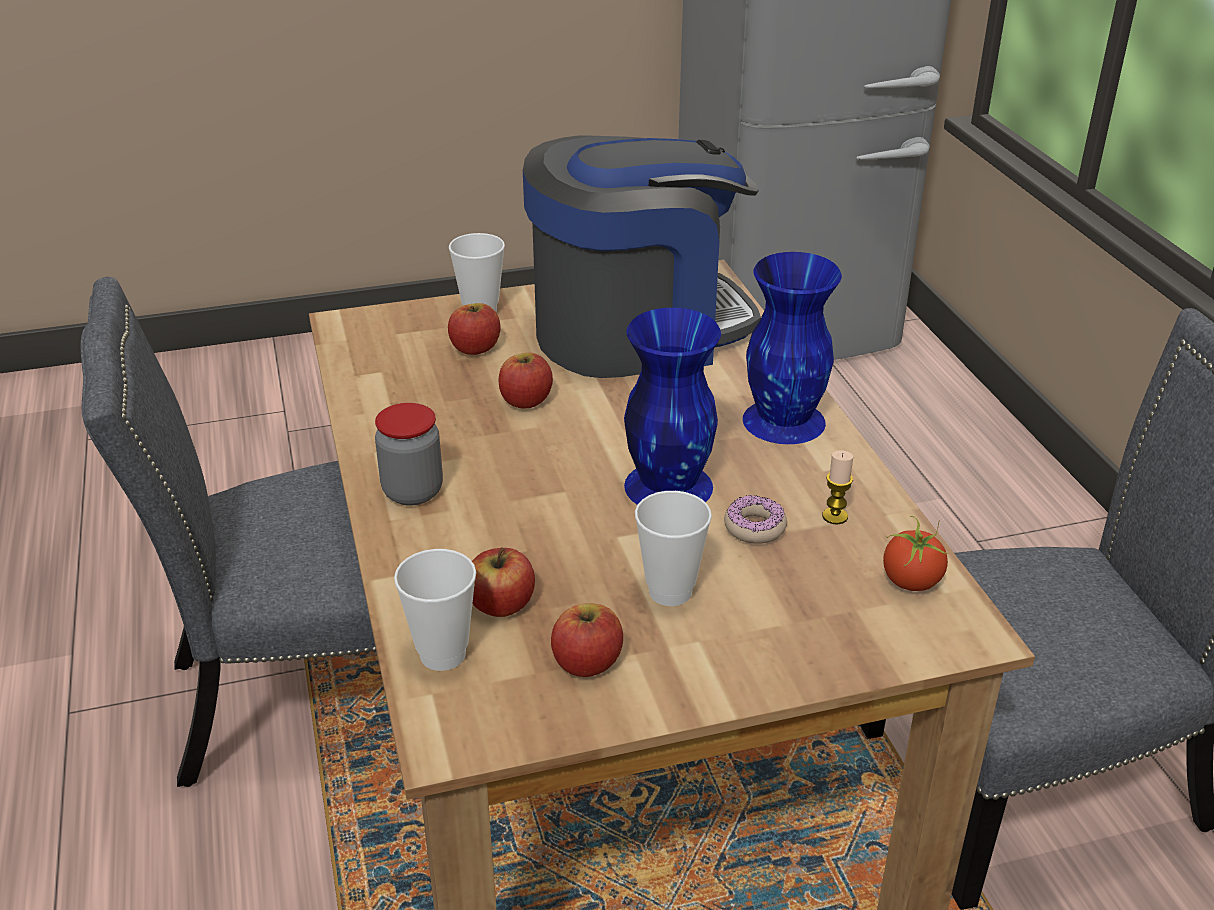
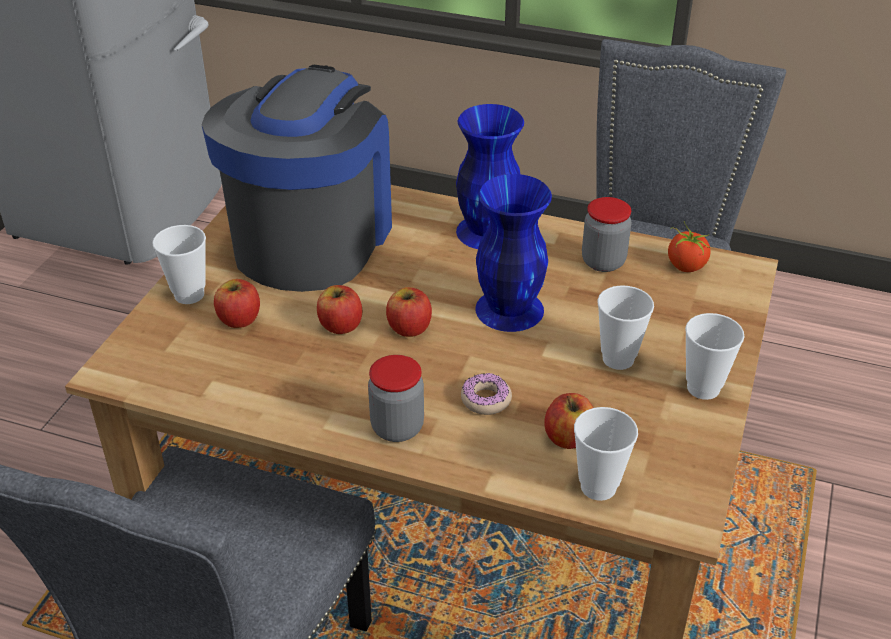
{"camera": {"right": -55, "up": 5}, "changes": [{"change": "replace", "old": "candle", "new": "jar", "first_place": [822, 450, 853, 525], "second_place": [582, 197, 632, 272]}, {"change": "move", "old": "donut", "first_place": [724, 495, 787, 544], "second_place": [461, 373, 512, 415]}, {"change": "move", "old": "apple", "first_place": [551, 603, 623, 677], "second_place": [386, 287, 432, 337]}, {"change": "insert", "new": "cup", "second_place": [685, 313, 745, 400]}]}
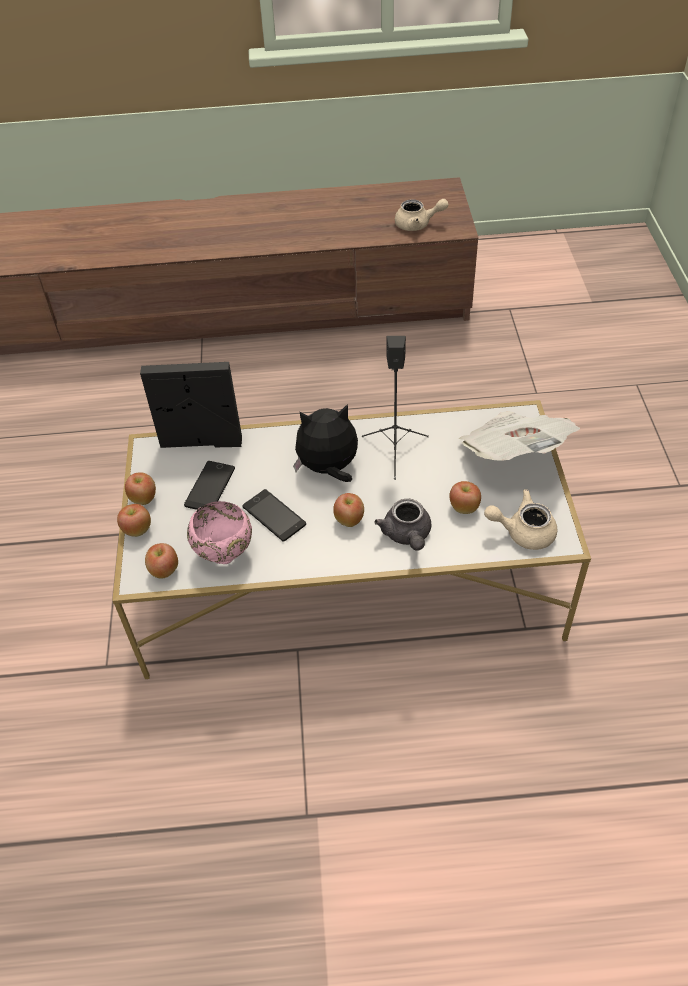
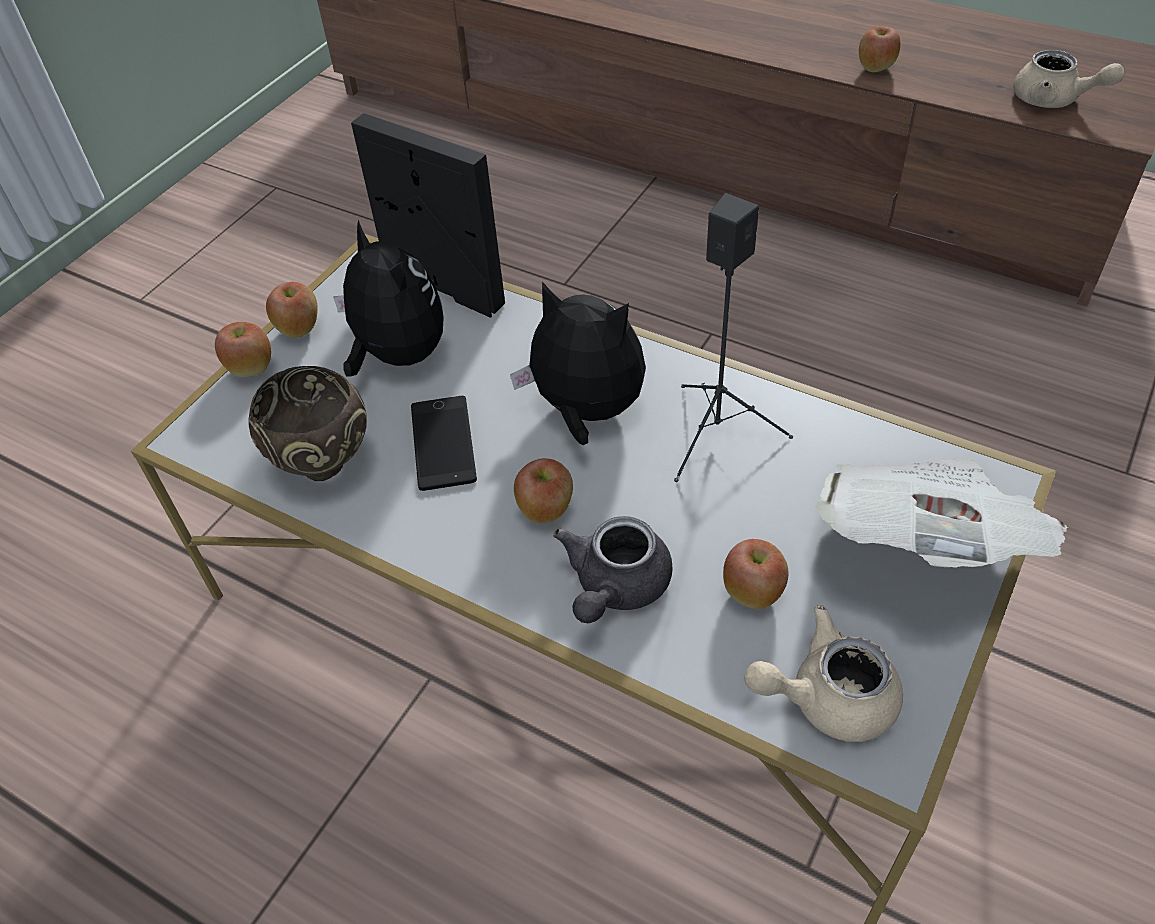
{"camera": {"right": 35, "up": 0}, "changes": [{"change": "replace", "old": "phone", "new": "plush toy", "first_place": [184, 461, 235, 510], "second_place": [333, 220, 444, 377]}, {"change": "rotate", "old": "teapot/beige", "first_place": [484, 489, 557, 550], "second_place": [745, 605, 903, 742], "degrees": -45}, {"change": "recolor", "old": "bowl/pink", "new": "bowl/brown", "first_place": [187, 501, 252, 564], "second_place": [248, 366, 367, 481]}, {"change": "move", "old": "apple", "first_place": [145, 543, 178, 578], "second_place": [859, 26, 900, 72]}]}
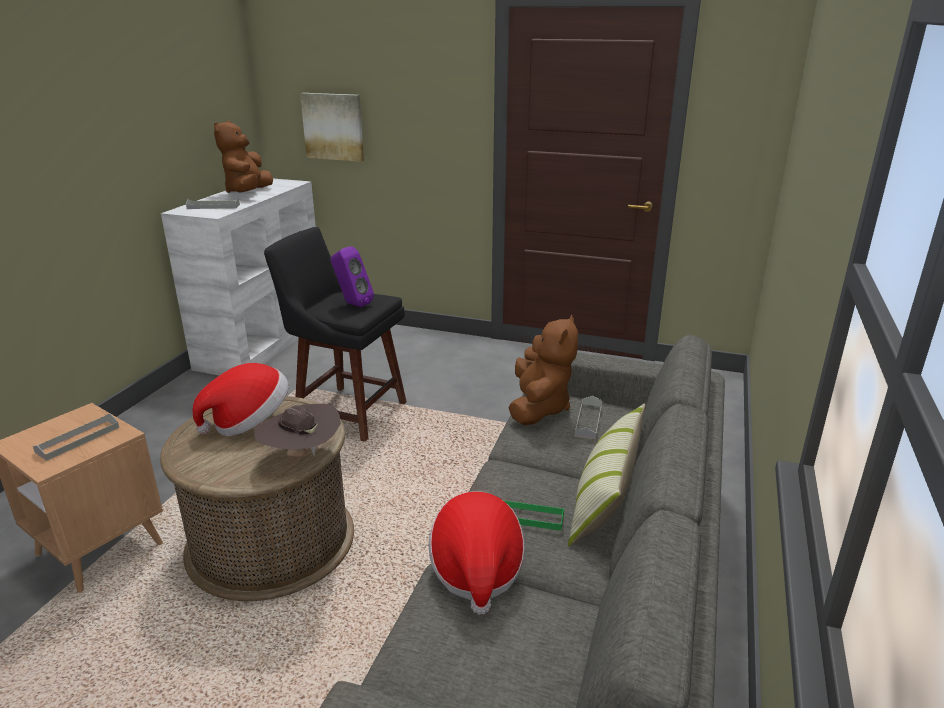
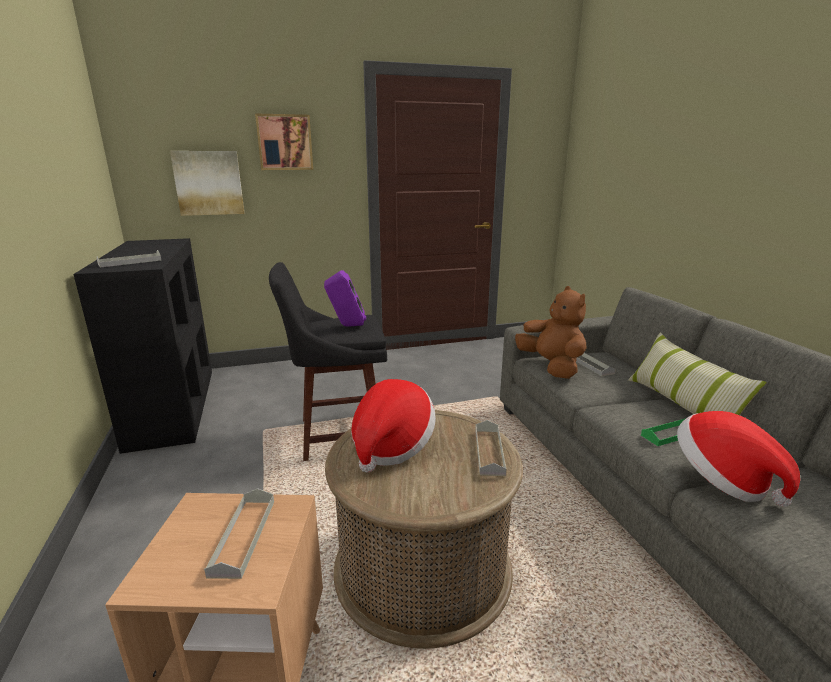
{"camera": {"right": -35, "up": -5}, "changes": [{"change": "delete", "old": "plush toy/brown", "first_place": [214, 121, 273, 193]}, {"change": "recolor", "old": "bookcase/white", "new": "bookcase/black", "first_place": [161, 179, 316, 375], "second_place": [73, 238, 212, 454]}, {"change": "replace", "old": "hat/brown", "new": "tray/grey", "first_place": [254, 404, 341, 457], "second_place": [475, 420, 507, 476]}, {"change": "insert", "new": "picture", "second_place": [255, 113, 313, 170]}]}
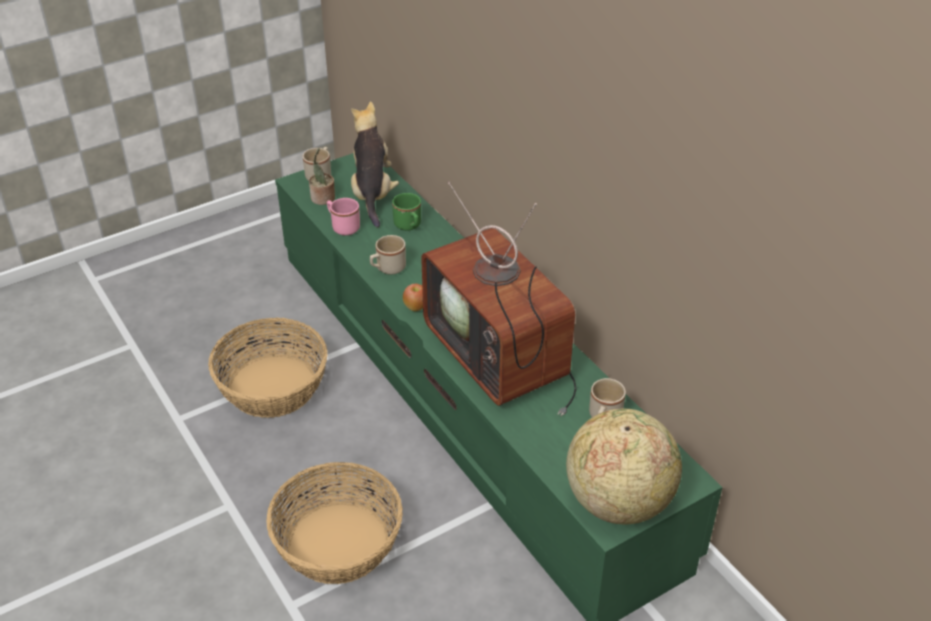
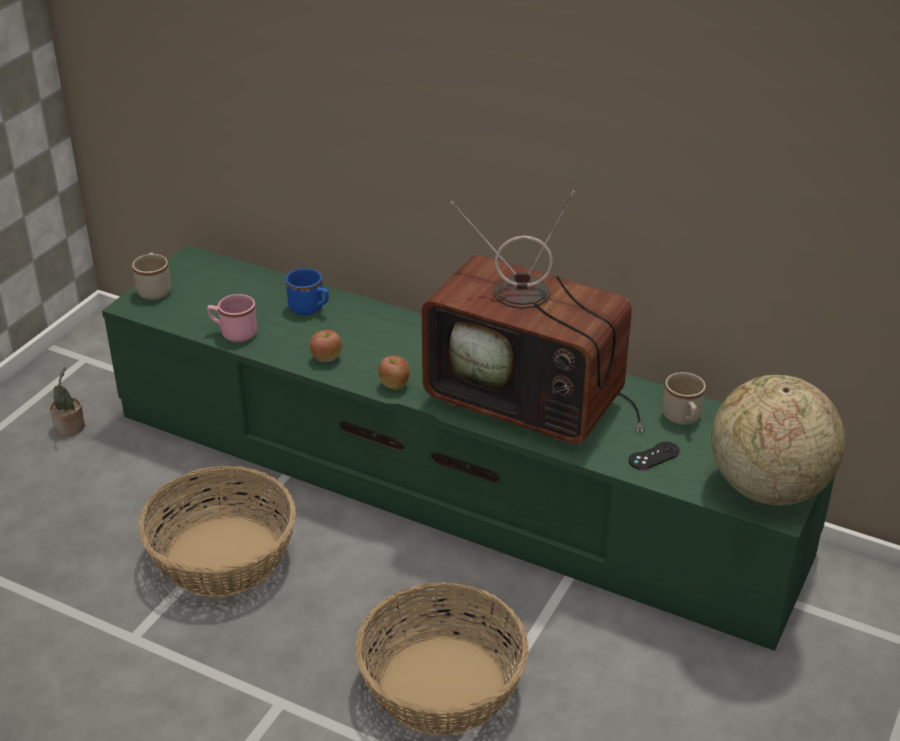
{"camera": {"right": -30, "up": -5}, "changes": [{"change": "delete", "old": "plush toy", "first_place": [351, 101, 399, 227]}, {"change": "move", "old": "potted plant", "first_place": [309, 148, 335, 205], "second_place": [50, 367, 85, 436]}, {"change": "recolor", "old": "mug/green", "new": "mug/blue", "first_place": [392, 193, 421, 231], "second_place": [286, 268, 329, 315]}, {"change": "replace", "old": "mug/beige", "new": "apple", "first_place": [370, 235, 406, 275], "second_place": [310, 330, 342, 362]}, {"change": "insert", "new": "game controller/black", "second_place": [629, 442, 680, 470]}]}
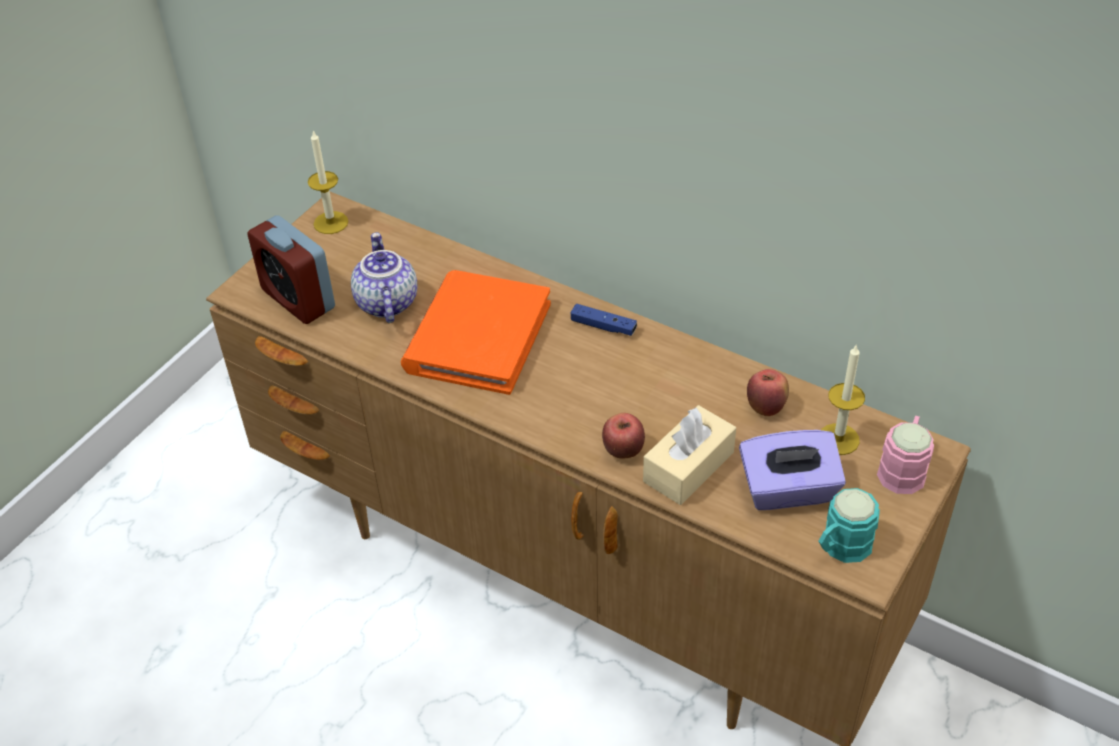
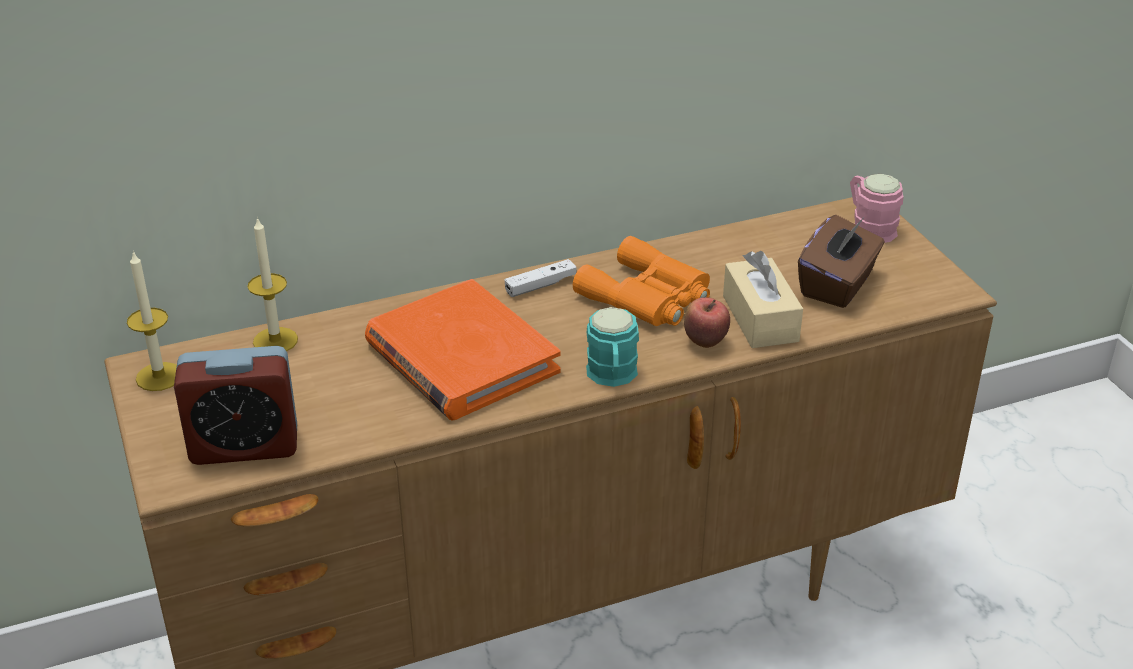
{"camera": {"right": -55, "up": -10}, "changes": [{"change": "delete", "old": "teapot", "first_place": [351, 232, 417, 323]}, {"change": "recolor", "old": "game controller/blue", "new": "game controller/white", "first_place": [570, 304, 637, 336], "second_place": [504, 259, 577, 297]}, {"change": "move", "old": "candle", "first_place": [821, 344, 865, 455], "second_place": [247, 217, 298, 351]}, {"change": "delete", "old": "apple", "first_place": [747, 369, 789, 416]}, {"change": "recolor", "old": "tissue box/purple", "new": "tissue box/brown", "first_place": [739, 430, 846, 510], "second_place": [798, 215, 884, 308]}, {"change": "move", "old": "mug/turquoise", "first_place": [818, 488, 880, 563], "second_place": [586, 307, 639, 387]}, {"change": "insert", "new": "binoculars/orange", "second_place": [573, 236, 710, 326]}]}
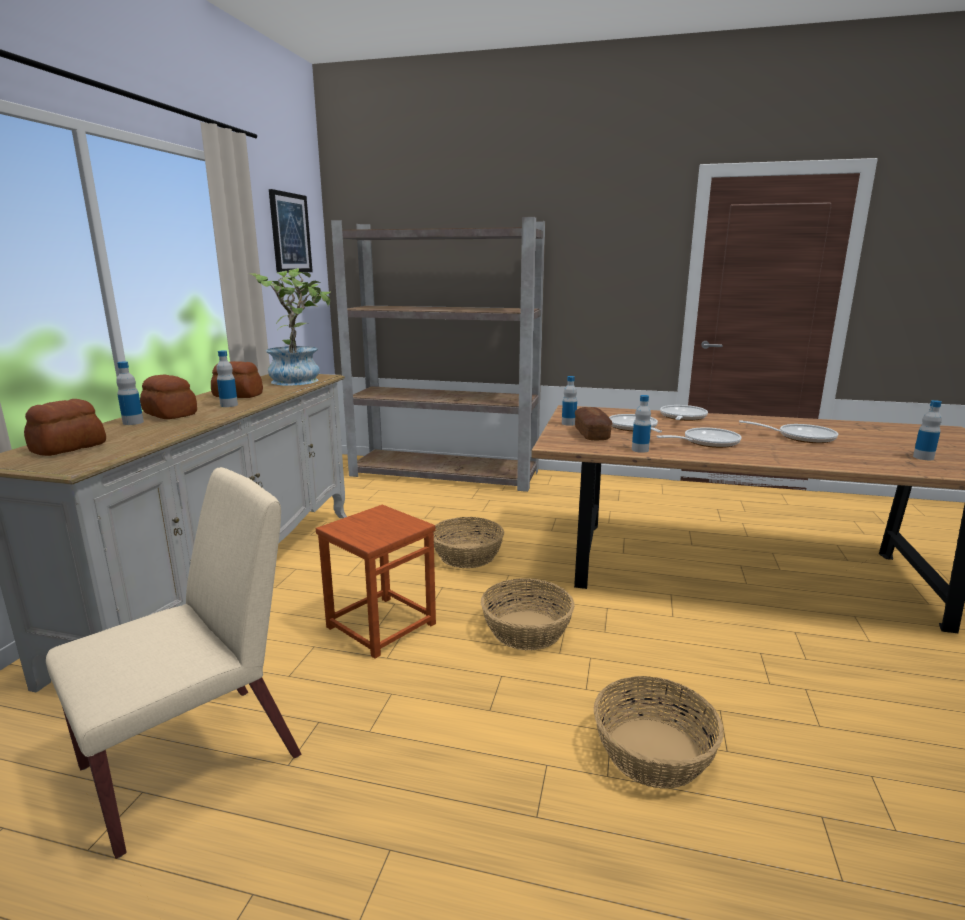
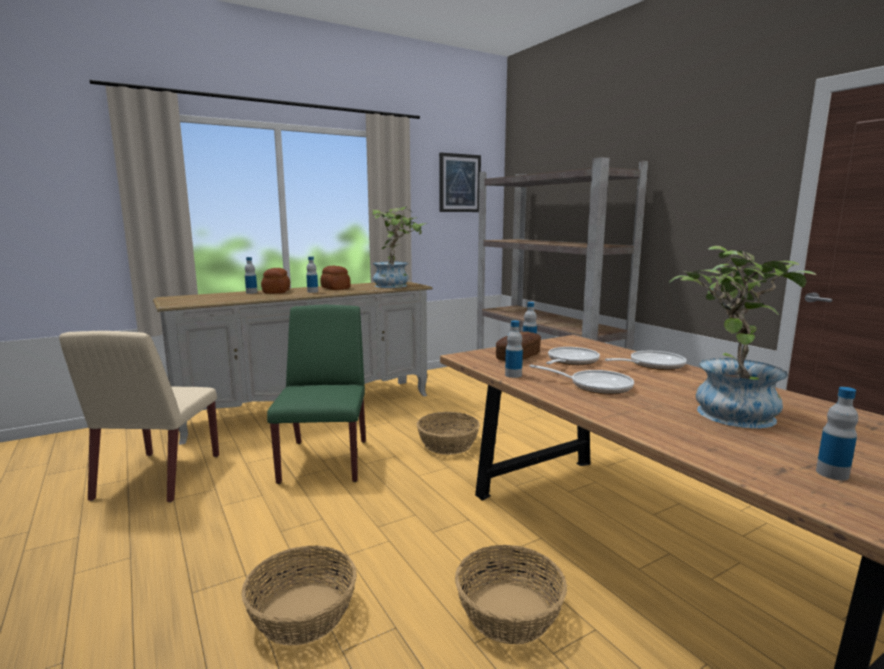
{"camera": {"right": 45, "up": -5}, "changes": [{"change": "delete", "old": "bread", "first_place": [24, 399, 106, 456]}, {"change": "replace", "old": "frying pan", "new": "potted plant", "first_place": [739, 420, 838, 443], "second_place": [669, 246, 817, 428]}, {"change": "rotate", "old": "chair/beige", "first_place": [46, 467, 301, 859], "second_place": [59, 331, 219, 503], "degrees": 90}, {"change": "replace", "old": "stool/brown", "new": "chair/green", "first_place": [316, 505, 436, 659], "second_place": [267, 305, 366, 484]}, {"change": "move", "old": "basket", "first_place": [481, 578, 575, 650], "second_place": [455, 545, 567, 644]}]}
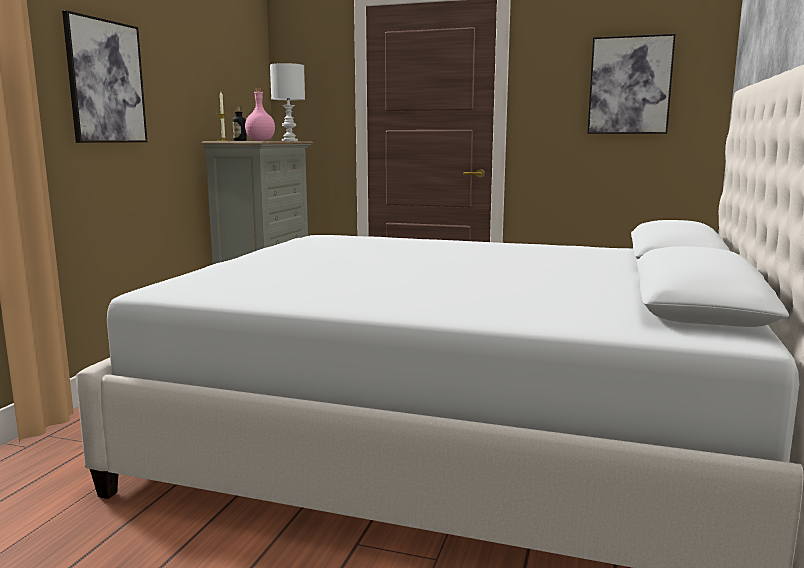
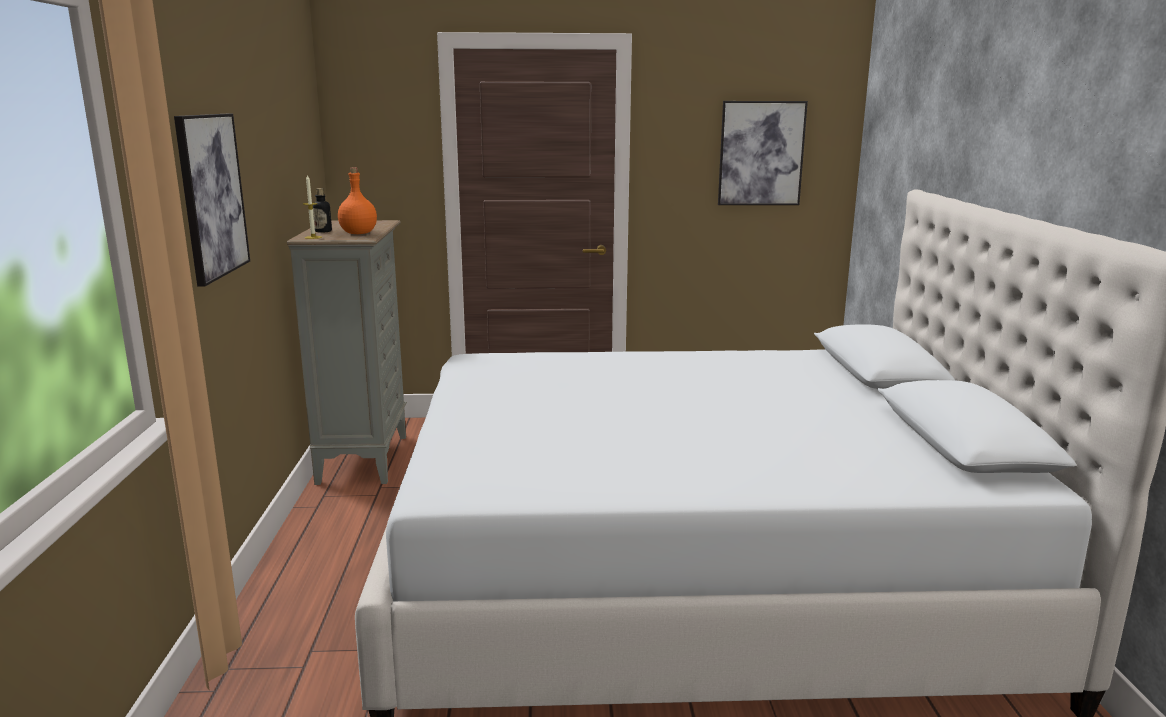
{"camera": {"right": -20, "up": 5}, "changes": [{"change": "delete", "old": "table lamp/white", "first_place": [270, 63, 305, 141]}, {"change": "recolor", "old": "bottle/pink", "new": "bottle/orange", "first_place": [245, 88, 275, 141], "second_place": [338, 168, 377, 234]}]}
